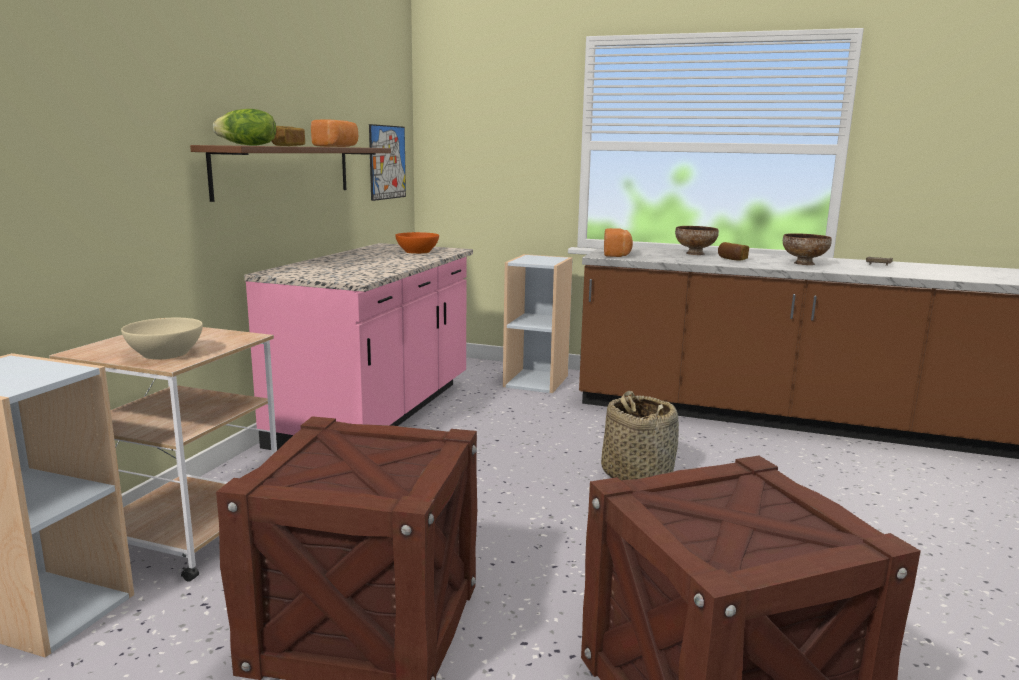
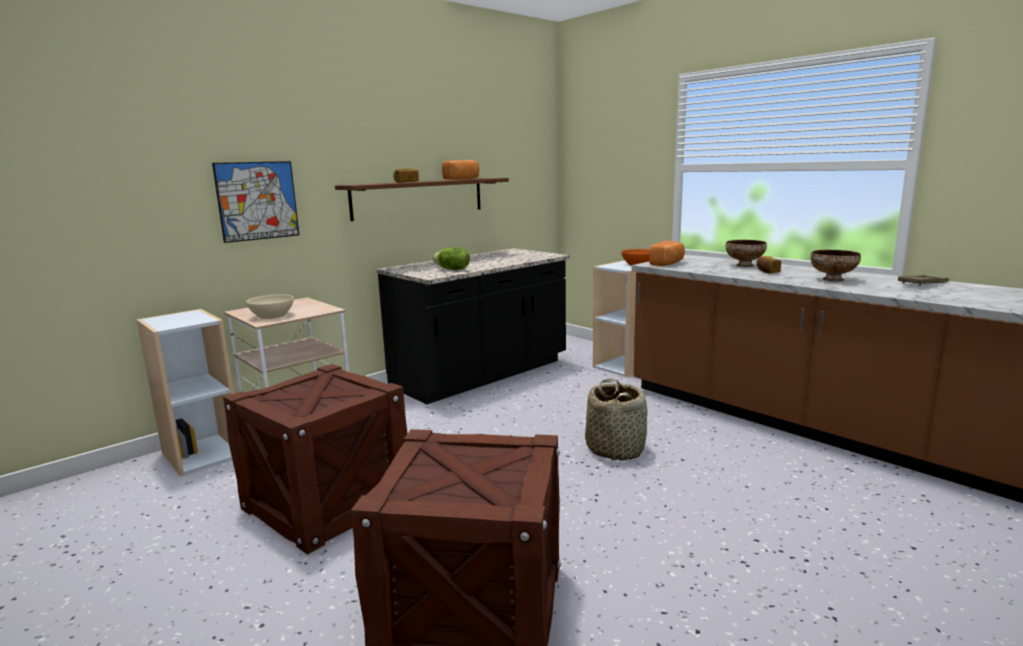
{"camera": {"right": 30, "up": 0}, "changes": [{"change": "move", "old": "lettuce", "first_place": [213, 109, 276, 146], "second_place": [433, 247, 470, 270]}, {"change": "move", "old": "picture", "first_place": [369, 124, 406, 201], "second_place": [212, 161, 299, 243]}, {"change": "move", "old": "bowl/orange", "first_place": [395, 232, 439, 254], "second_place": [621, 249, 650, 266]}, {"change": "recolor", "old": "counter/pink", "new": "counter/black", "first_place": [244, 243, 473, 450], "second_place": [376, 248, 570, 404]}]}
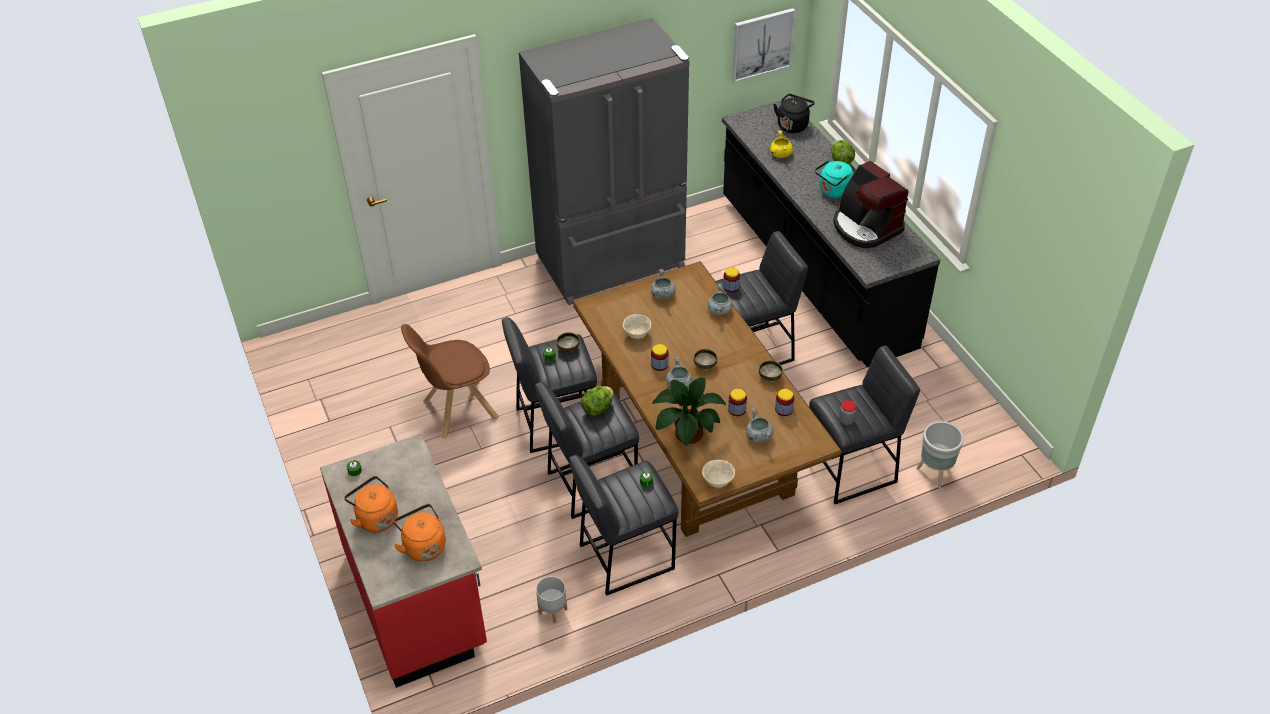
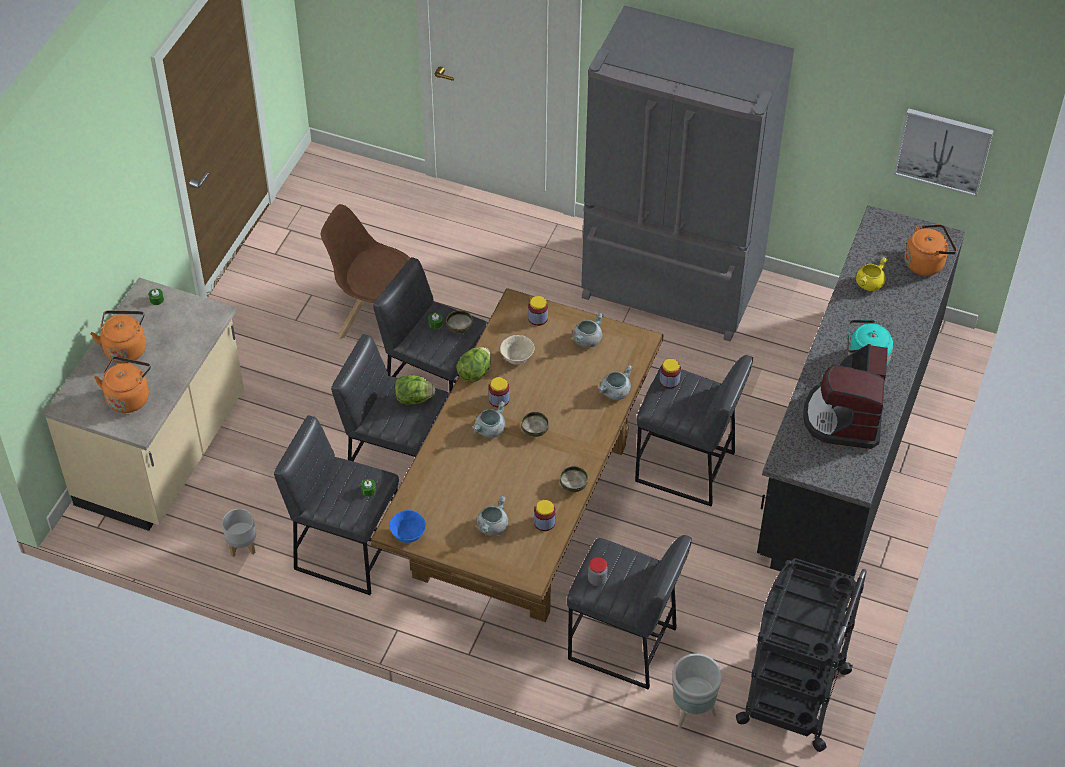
{"camera": {"right": 45, "up": 5}, "changes": [{"change": "recolor", "old": "kettle/black", "new": "kettle/orange", "first_place": [773, 94, 815, 133], "second_place": [904, 224, 957, 276]}, {"change": "move", "old": "lettuce", "first_place": [831, 140, 855, 165], "second_place": [456, 347, 491, 382]}, {"change": "delete", "old": "potted plant", "first_place": [652, 377, 726, 446]}, {"change": "move", "old": "jar", "first_place": [728, 389, 747, 416], "second_place": [528, 296, 548, 326]}, {"change": "recolor", "old": "counter/red", "new": "counter/beige", "first_place": [320, 434, 487, 688], "second_place": [44, 278, 244, 531]}, {"change": "recolor", "old": "bowl/beige", "new": "bowl/blue", "first_place": [702, 460, 735, 487], "second_place": [389, 510, 426, 543]}, {"change": "insert", "new": "cart/black", "second_place": [736, 558, 866, 752]}]}
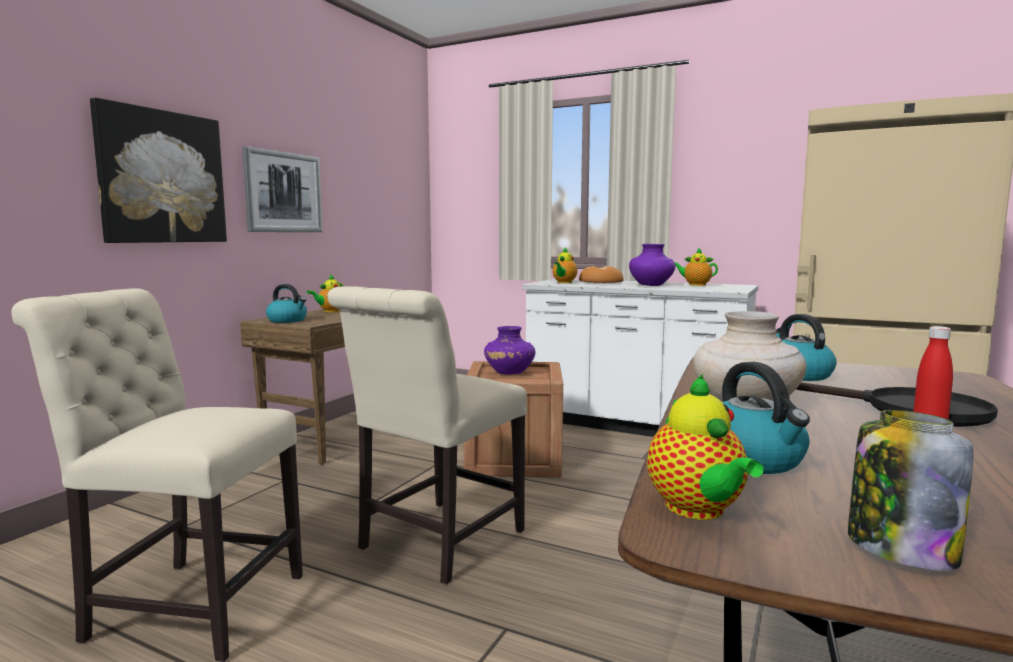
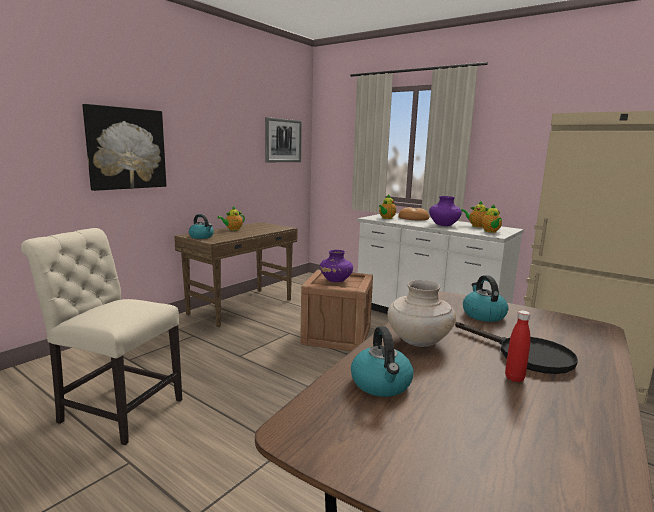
{"camera": {"right": 10, "up": 5}, "changes": [{"change": "move", "old": "picture", "first_place": [242, 146, 323, 232], "second_place": [265, 117, 302, 162]}, {"change": "delete", "old": "chair/beige", "first_place": [328, 286, 527, 584]}, {"change": "move", "old": "teapot", "first_place": [647, 375, 764, 520], "second_place": [481, 204, 502, 233]}, {"change": "delete", "old": "jar", "first_place": [848, 410, 974, 571]}]}
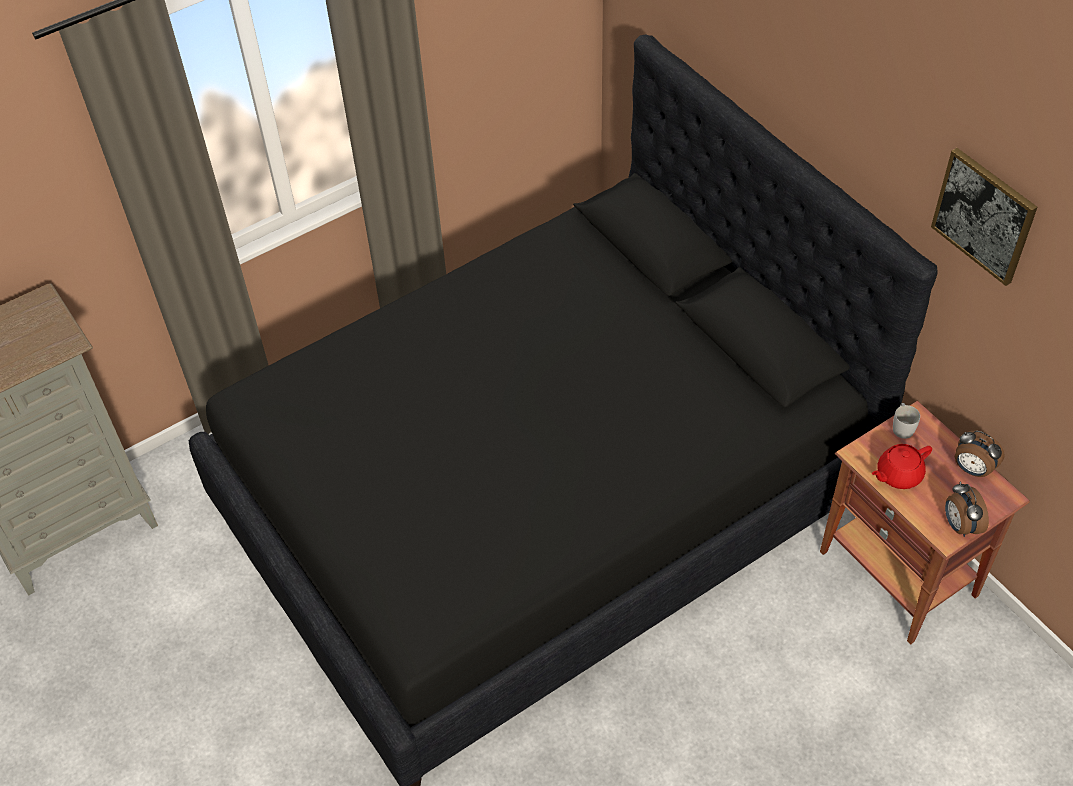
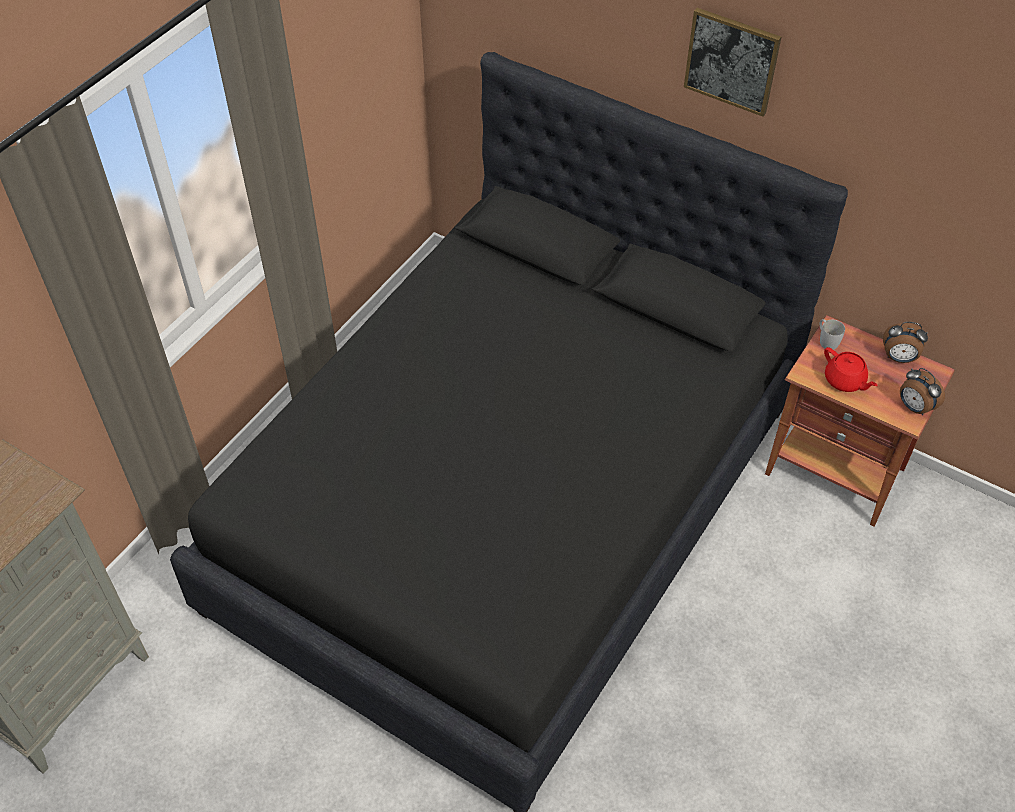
{"camera": {"right": -25, "up": 0}, "changes": [{"change": "move", "old": "picture", "first_place": [931, 148, 1037, 286], "second_place": [684, 8, 781, 117]}, {"change": "rotate", "old": "teapot/red", "first_place": [872, 444, 932, 489], "second_place": [824, 347, 878, 392], "degrees": -75}]}
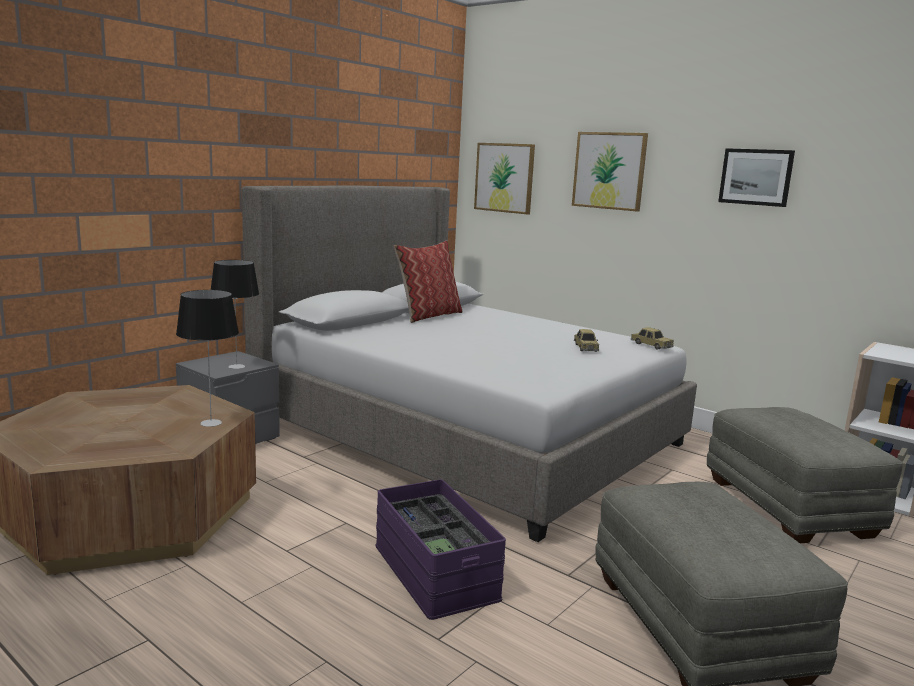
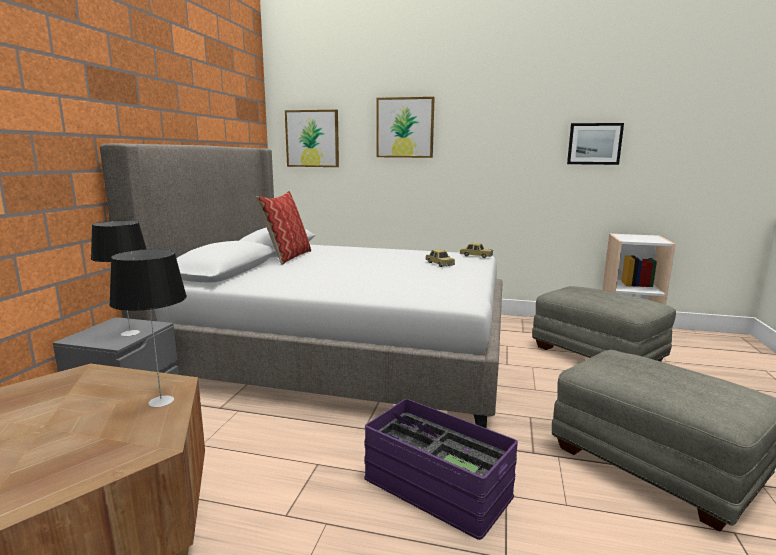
{"camera": {"right": -25, "up": 0}, "changes": [{"change": "move", "old": "picture", "first_place": [718, 148, 795, 207], "second_place": [567, 123, 624, 165]}]}
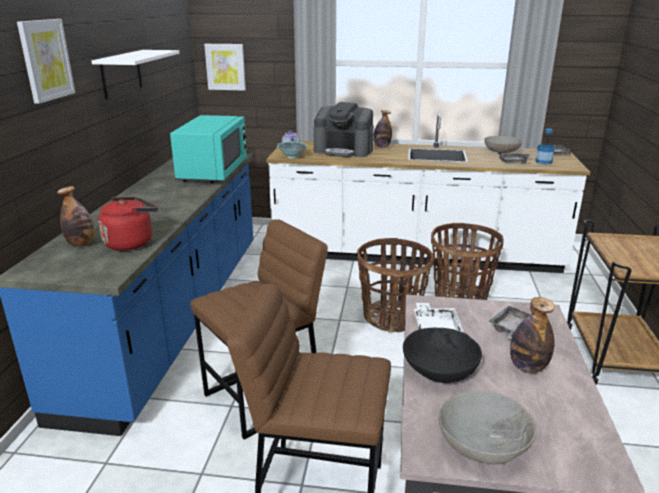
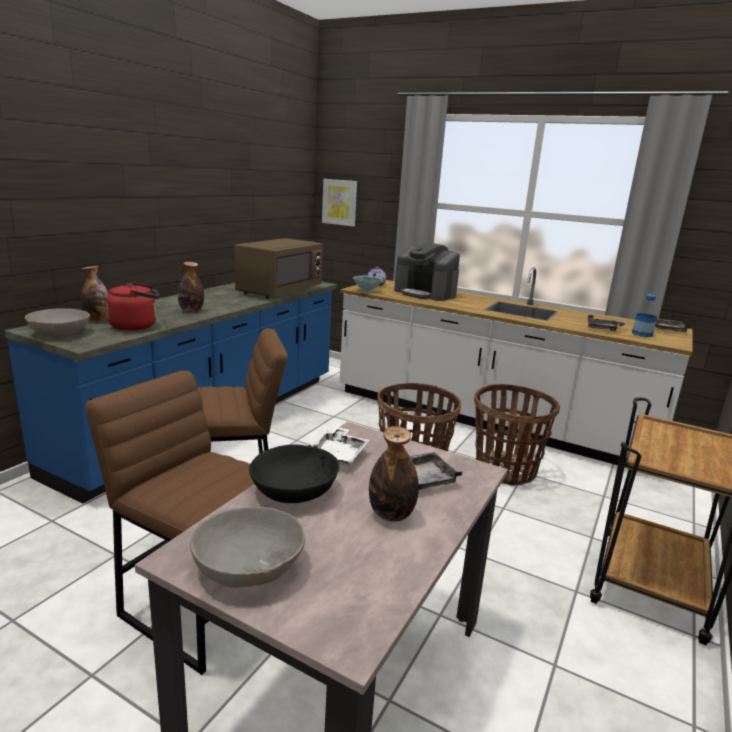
{"camera": {"right": 20, "up": -5}, "changes": [{"change": "delete", "old": "picture", "first_place": [17, 19, 75, 104]}, {"change": "delete", "old": "shelf/white", "first_place": [91, 50, 180, 100]}, {"change": "move", "old": "bottle", "first_place": [373, 110, 392, 147], "second_place": [178, 262, 204, 312]}, {"change": "recolor", "old": "microwave/turquoise", "new": "microwave/brown", "first_place": [170, 115, 247, 183], "second_place": [234, 238, 323, 299]}, {"change": "move", "old": "bowl/grey", "first_place": [484, 136, 523, 153], "second_place": [25, 308, 90, 336]}]}
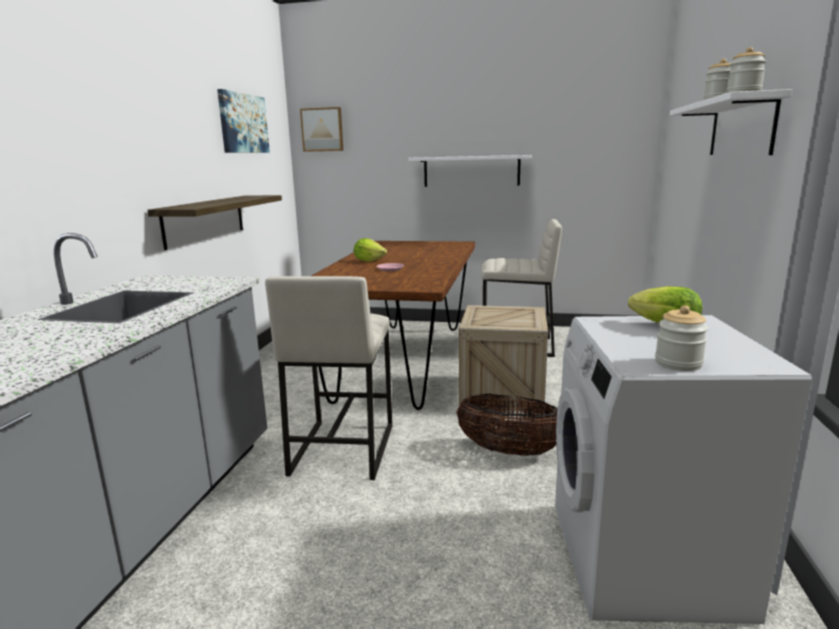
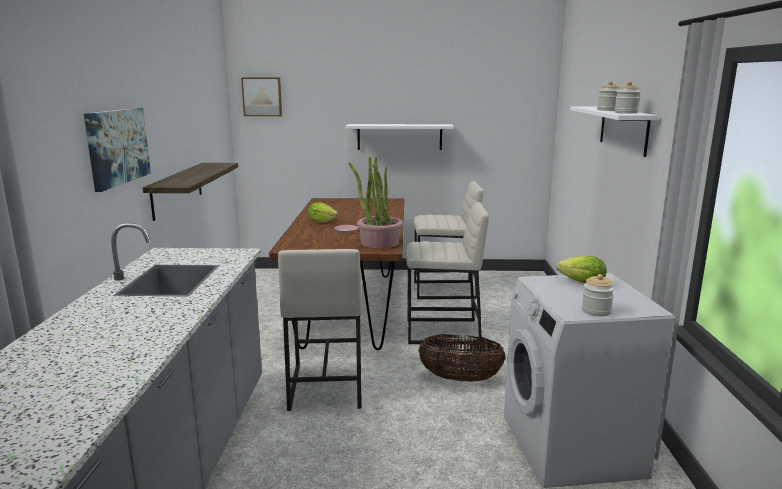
{"camera": {"right": -10, "up": 0}, "changes": [{"change": "move", "old": "picture", "first_place": [217, 89, 270, 153], "second_place": [84, 108, 151, 192]}, {"change": "replace", "old": "crate", "new": "stool/beige", "first_place": [459, 305, 548, 412], "second_place": [406, 202, 489, 345]}, {"change": "insert", "new": "potted plant", "second_place": [348, 157, 403, 248]}]}
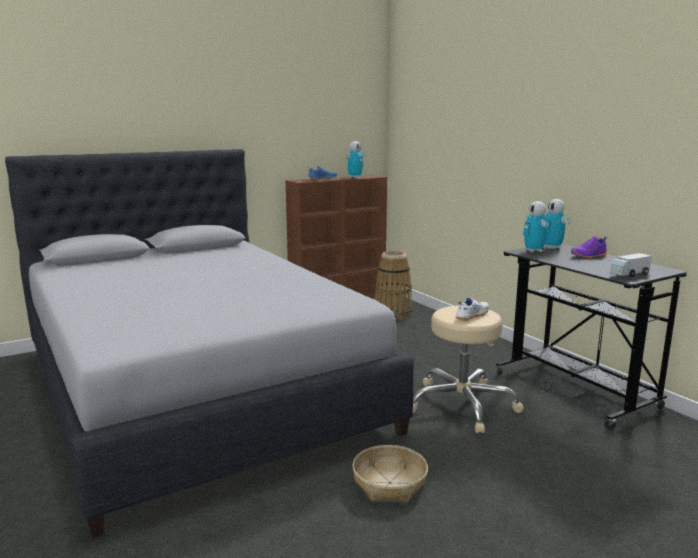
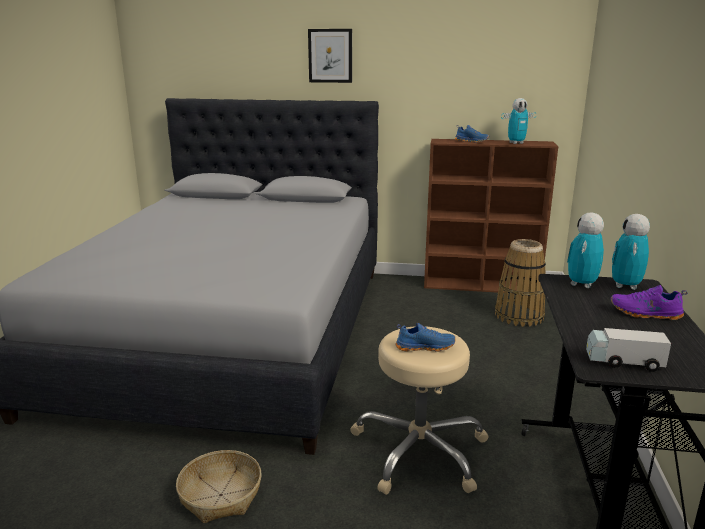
{"camera": {"right": 40, "up": 5}, "changes": [{"change": "recolor", "old": "shoe/white", "new": "shoe/blue", "first_place": [455, 297, 489, 321], "second_place": [395, 323, 456, 352]}, {"change": "insert", "new": "picture", "second_place": [308, 29, 352, 83]}]}
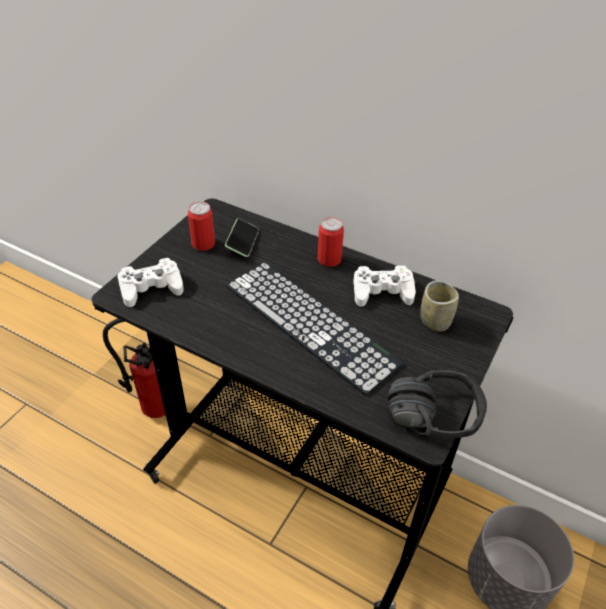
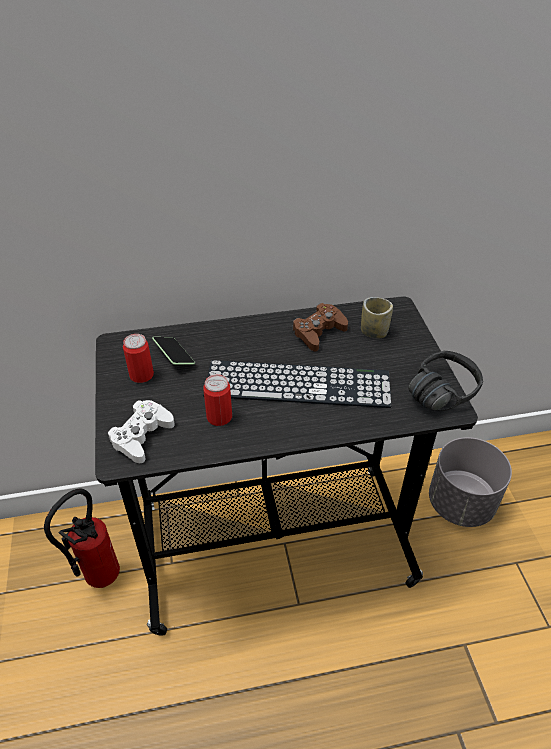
{"camera": {"right": -40, "up": 0}, "changes": [{"change": "move", "old": "can", "first_place": [318, 217, 344, 267], "second_place": [203, 374, 232, 426]}, {"change": "recolor", "old": "game controller/white", "new": "game controller/brown", "first_place": [353, 265, 416, 306], "second_place": [292, 303, 348, 351]}]}
